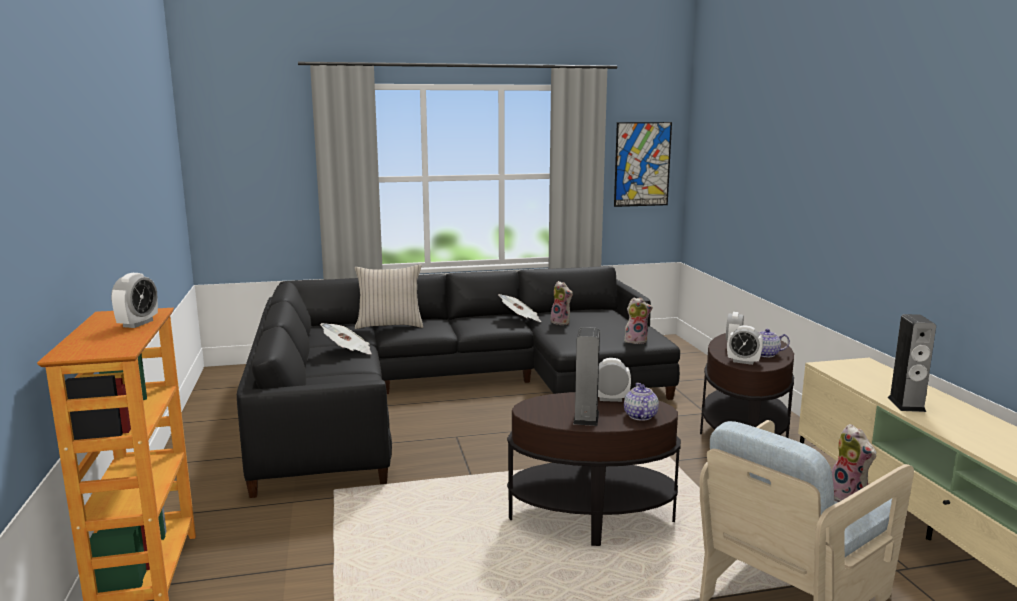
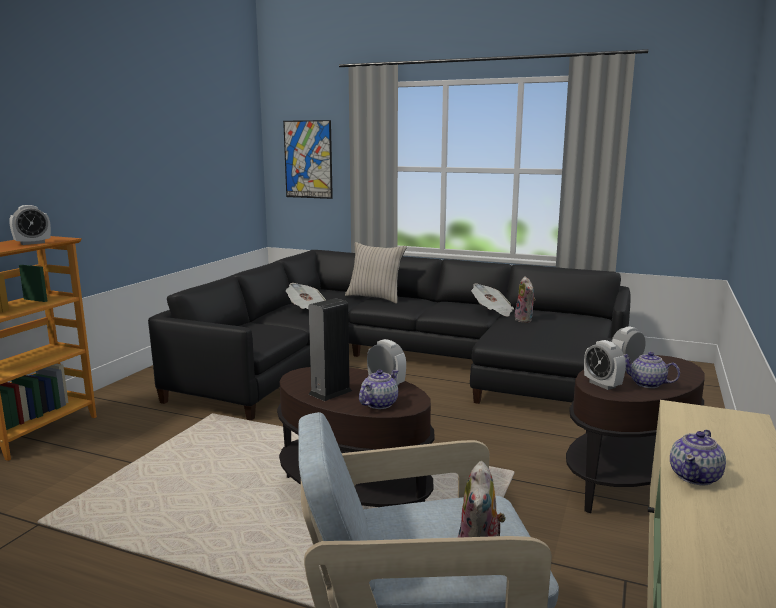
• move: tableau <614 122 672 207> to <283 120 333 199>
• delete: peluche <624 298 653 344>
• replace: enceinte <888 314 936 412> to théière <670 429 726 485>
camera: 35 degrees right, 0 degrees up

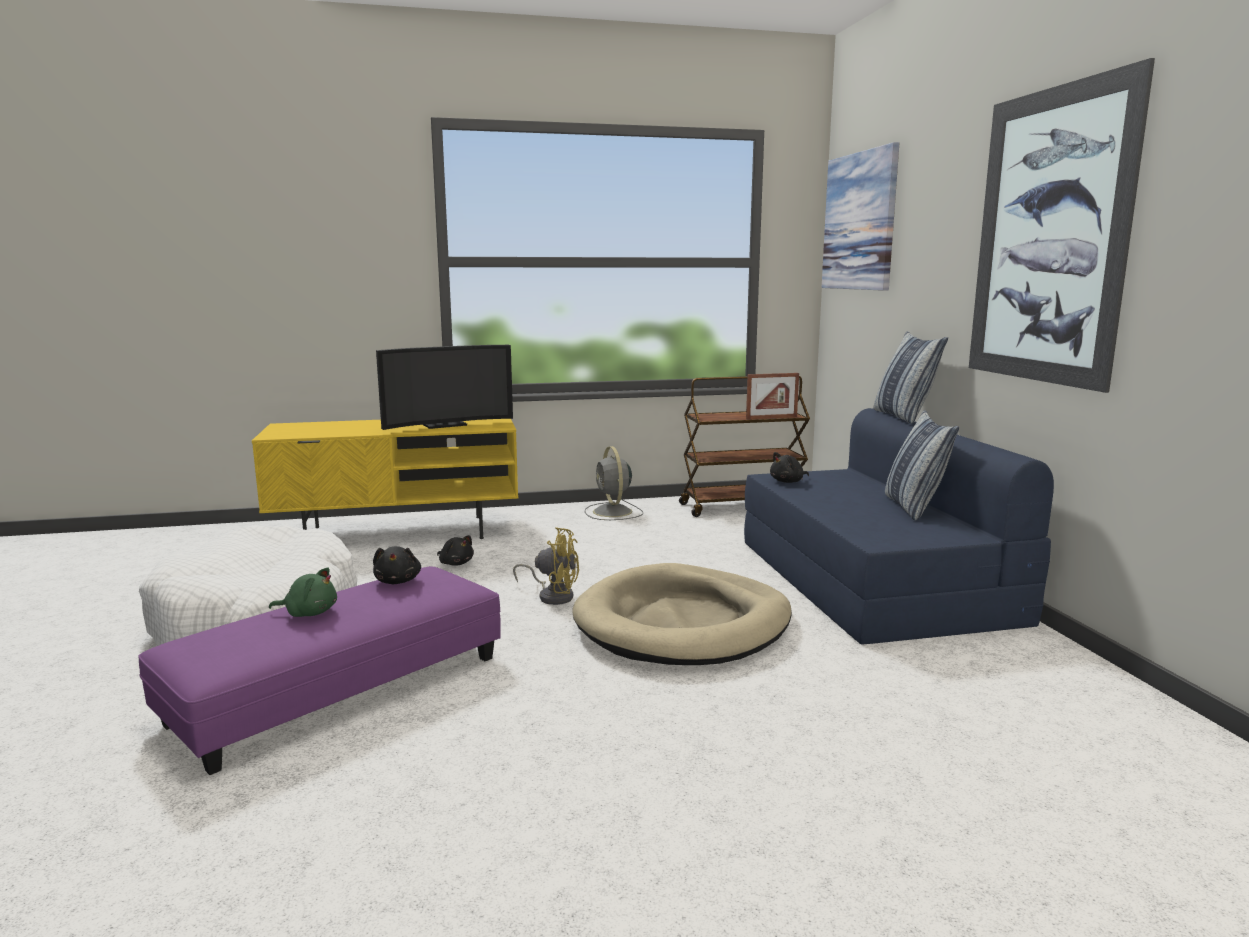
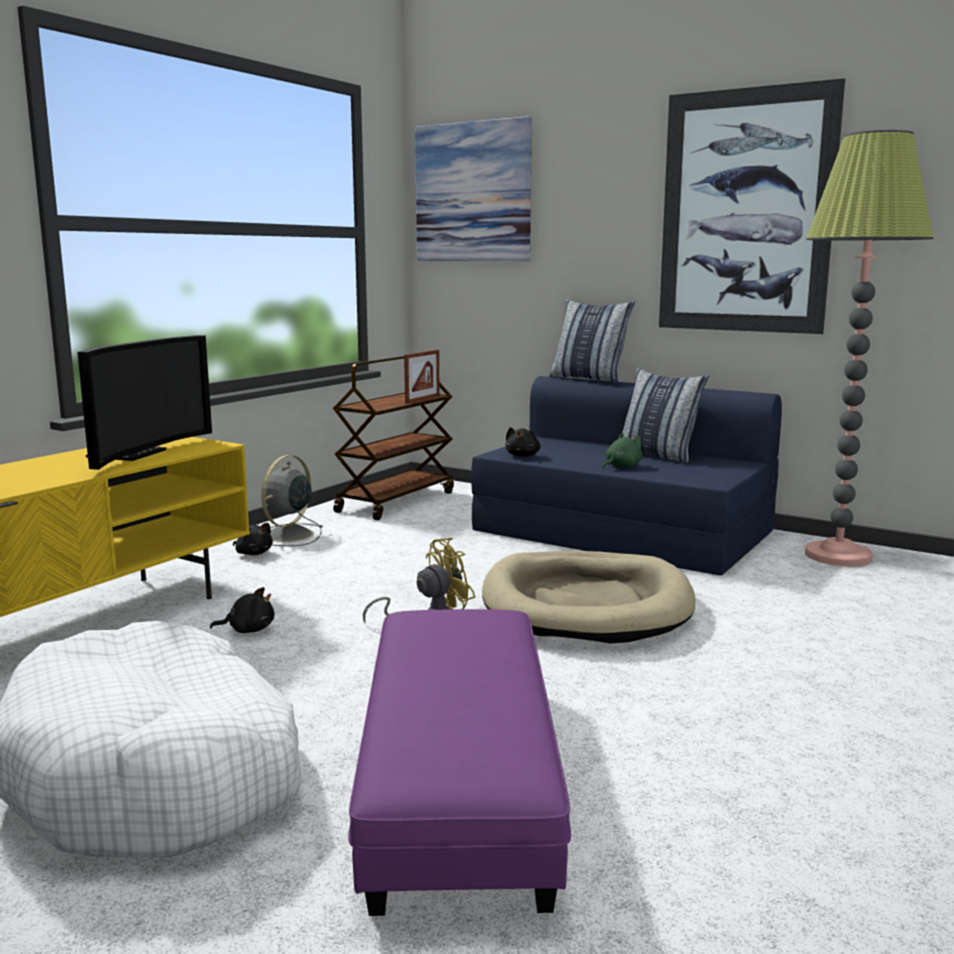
• rotate: ventilateur [gris] <585 446 643 520> = <261 455 323 546> 90 degrees clockwise
• move: peluche [noir] <373 546 421 584> to <233 523 273 555>
• move: peluche [vert] <269 567 337 617> to <602 433 642 468>
• insert: lampadaire <805 130 934 566>
camera: 45 degrees left, 0 degrees up

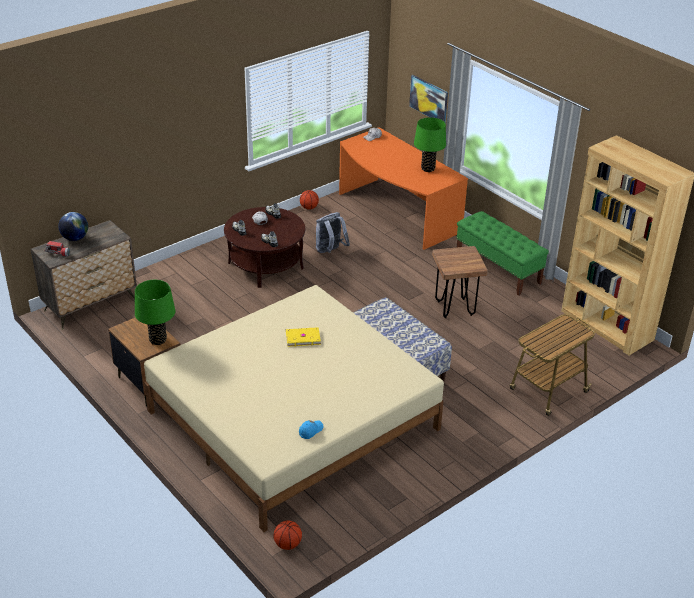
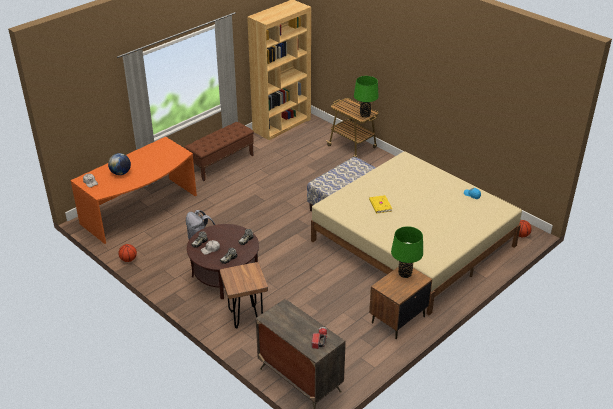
• delete: tableau <409 75 448 123>
• move: lampe de table [vert] <414 117 446 172> to <354 76 379 118>
• recolor: banc [vert] <457 211 549 296> to banc [marron] <184 122 254 181>
• move: globe <58 212 88 241> to <108 153 131 175>
• move: tabouret [marron] <432 246 488 318> to <220 262 268 328>
camera: 95 degrees left, 0 degrees up

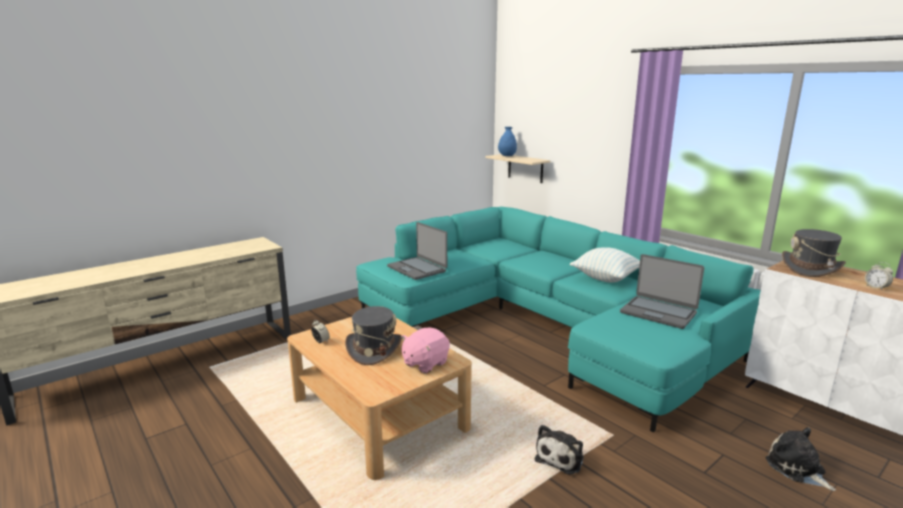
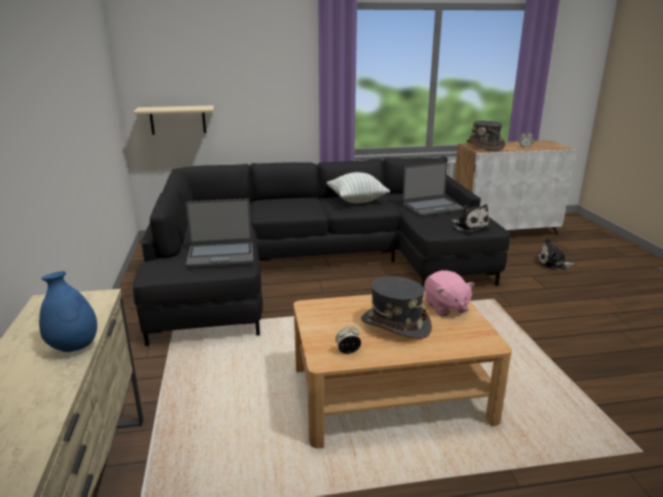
• move: vase [bleu] <498 127 517 156> to <39 271 97 352>
• recolor: canapé [turquoise] <356 207 761 432> to canapé [noir] <133 157 510 346>
• move: peluche <535 425 584 475> to <451 204 489 233>
camera: 60 degrees left, 5 degrees up

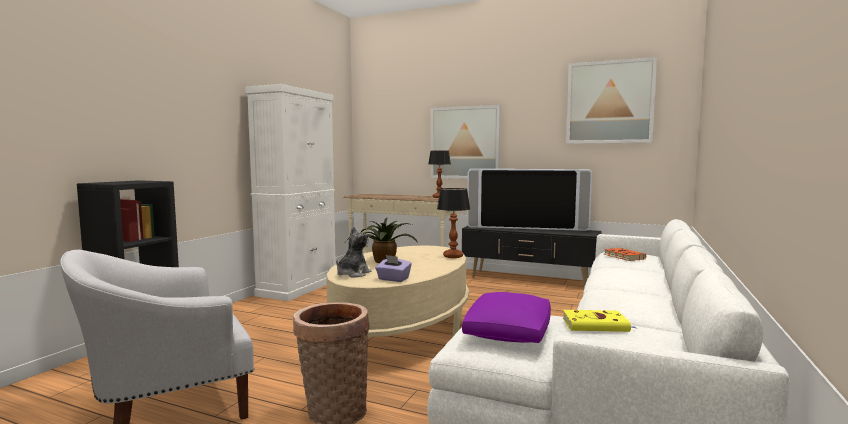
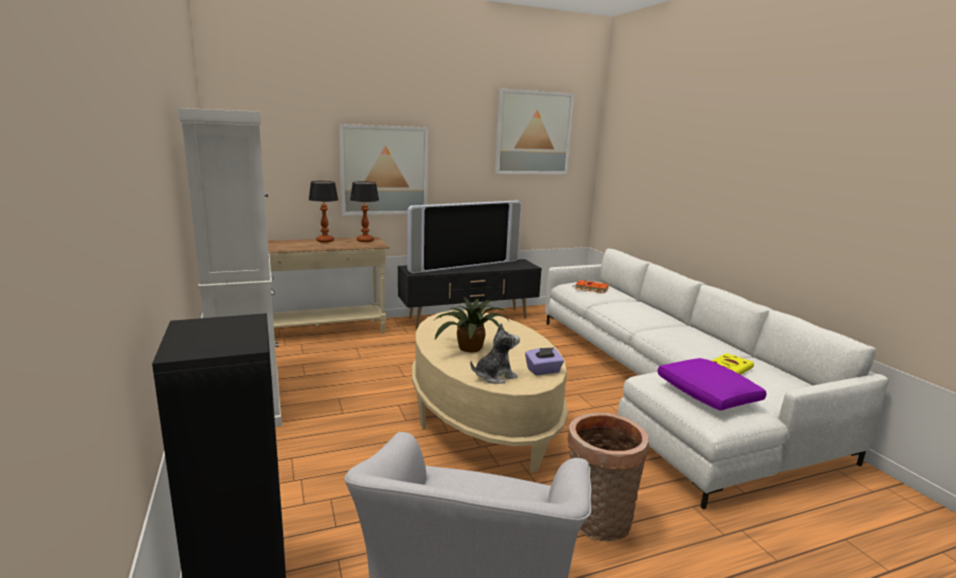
• move: lampe de table <437 188 470 258> to <309 181 339 243>
• rotate: peluche <336 226 372 278> = <470 323 520 384> 75 degrees clockwise
camera: 45 degrees left, 10 degrees up

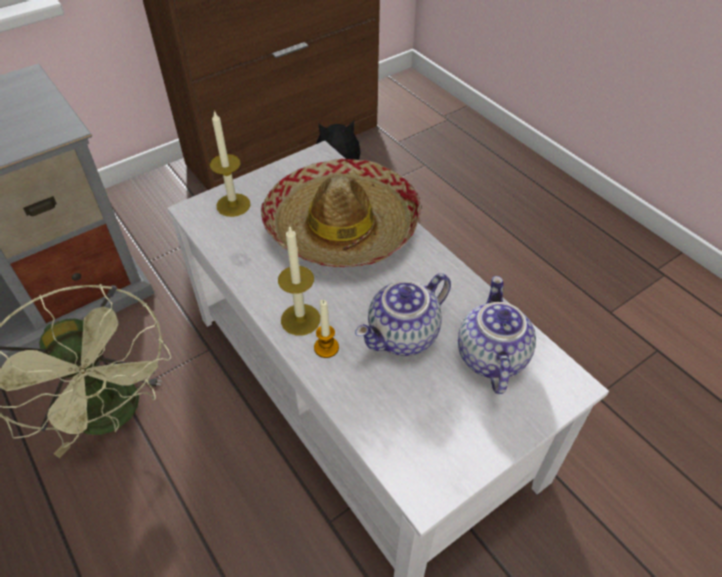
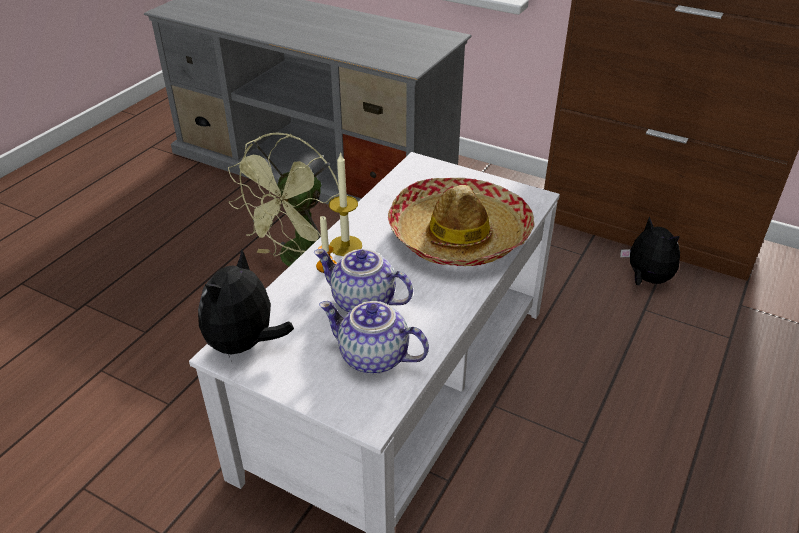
• delete: bougie <210 110 250 217>
• rotate: théière <458 276 536 394> = <319 301 429 374> 135 degrees counterclockwise
• insert: peluche <198 250 294 357>
camera: 65 degrees right, 10 degrees down

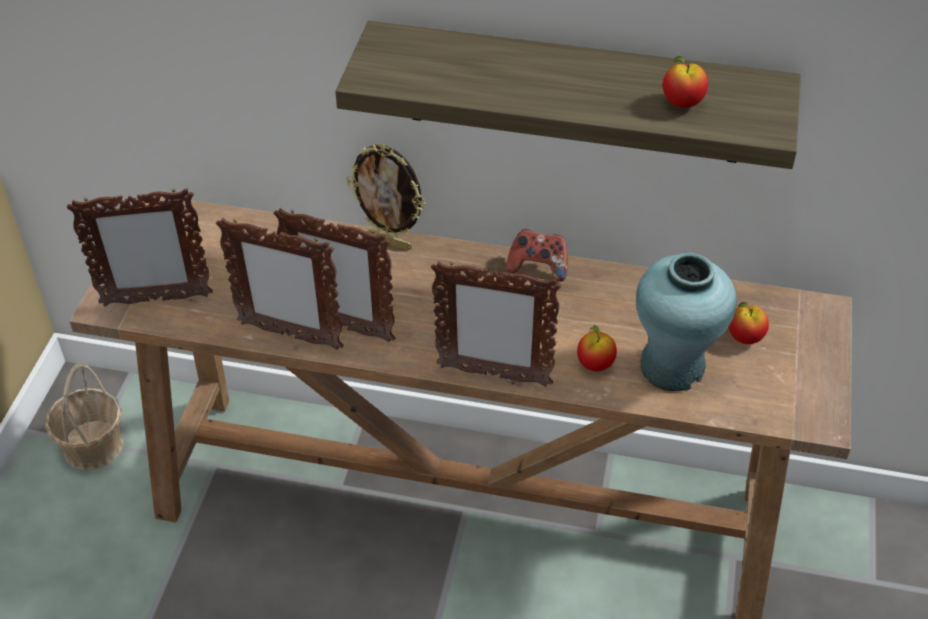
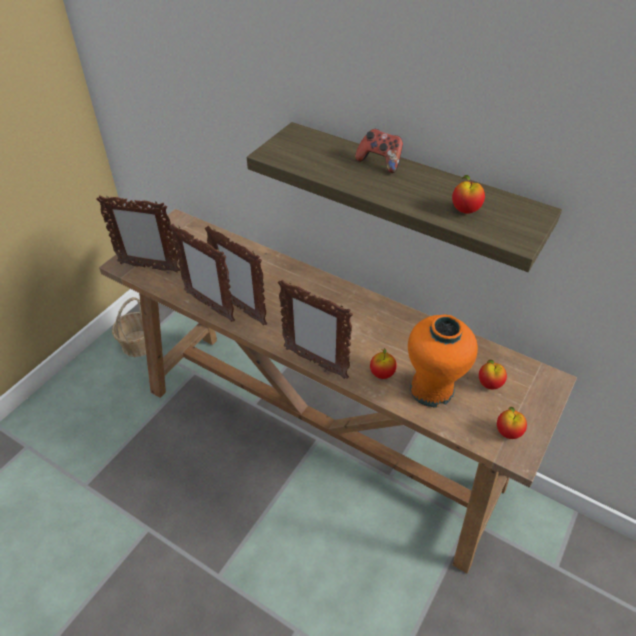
• delete: cadre photo <346 144 425 251>
• move: manette <506 229 568 282> to <355 129 403 173>
• recolor: vase [turquoise] <636 253 737 391> to vase [orange] <408 315 478 408>
• insert: pomme <497 407 527 439>
camera: 20 degrees right, 0 degrees up

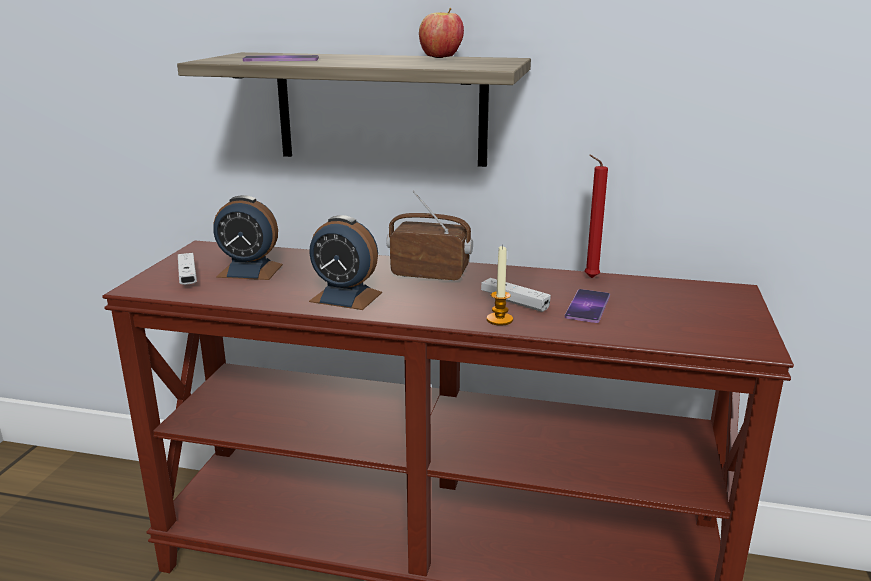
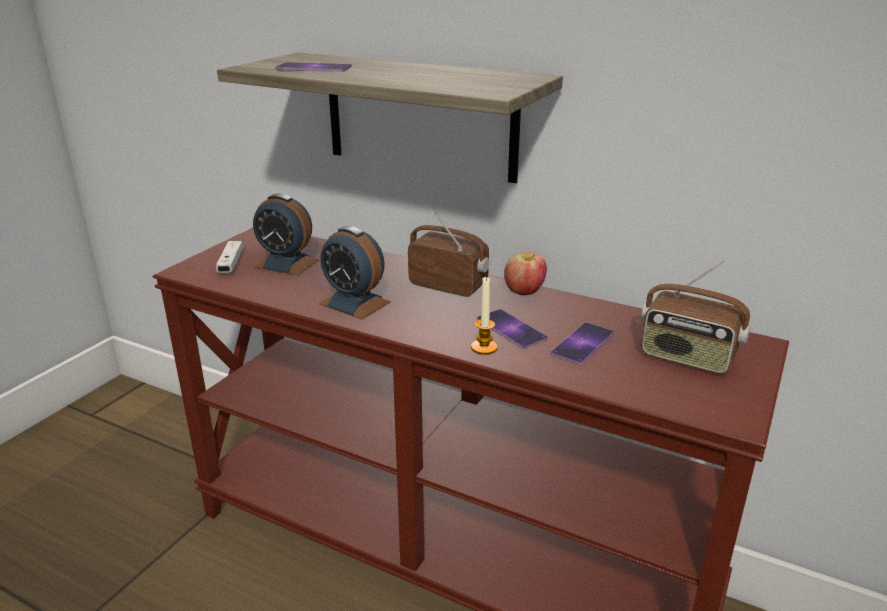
• move: pomme <419 8 464 58> to <504 252 547 295>
• delete: bougie [rouge] <585 155 608 278>
• replace: manette [blanc] <481 278 551 312> to téléphone <477 309 548 349>
• insert: radio <641 260 750 374>
camera: 15 degrees right, 5 degrees up

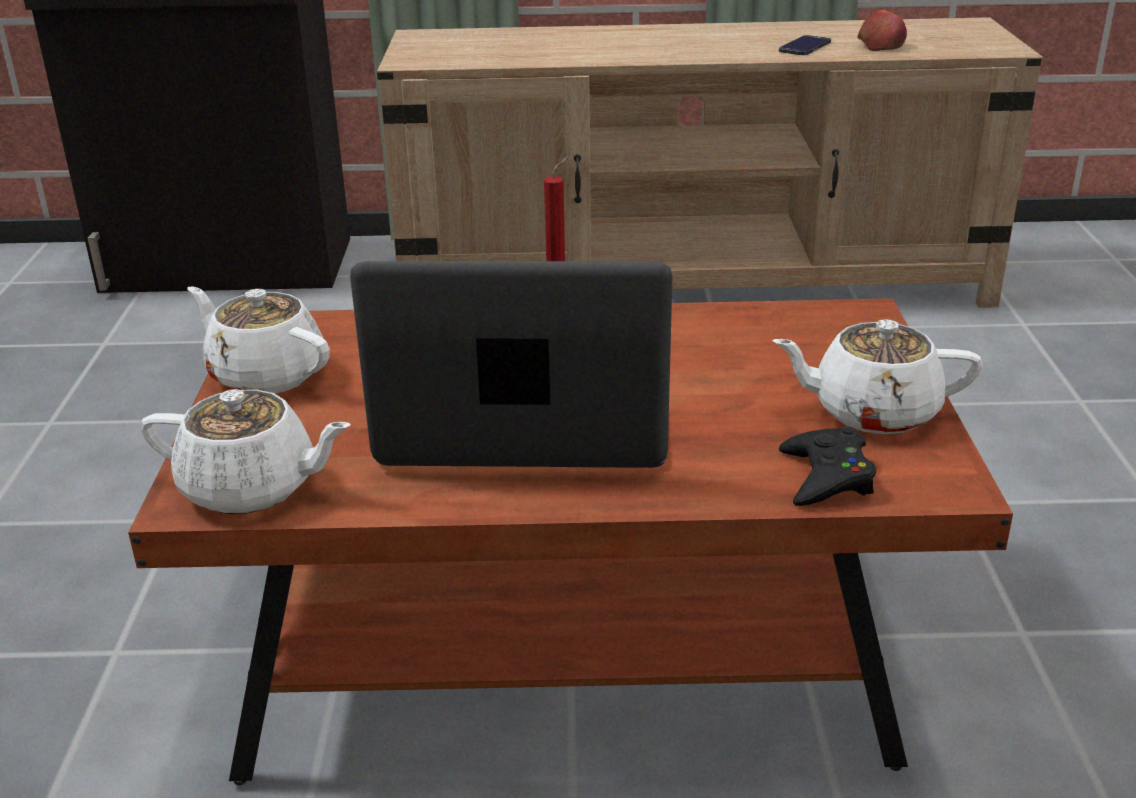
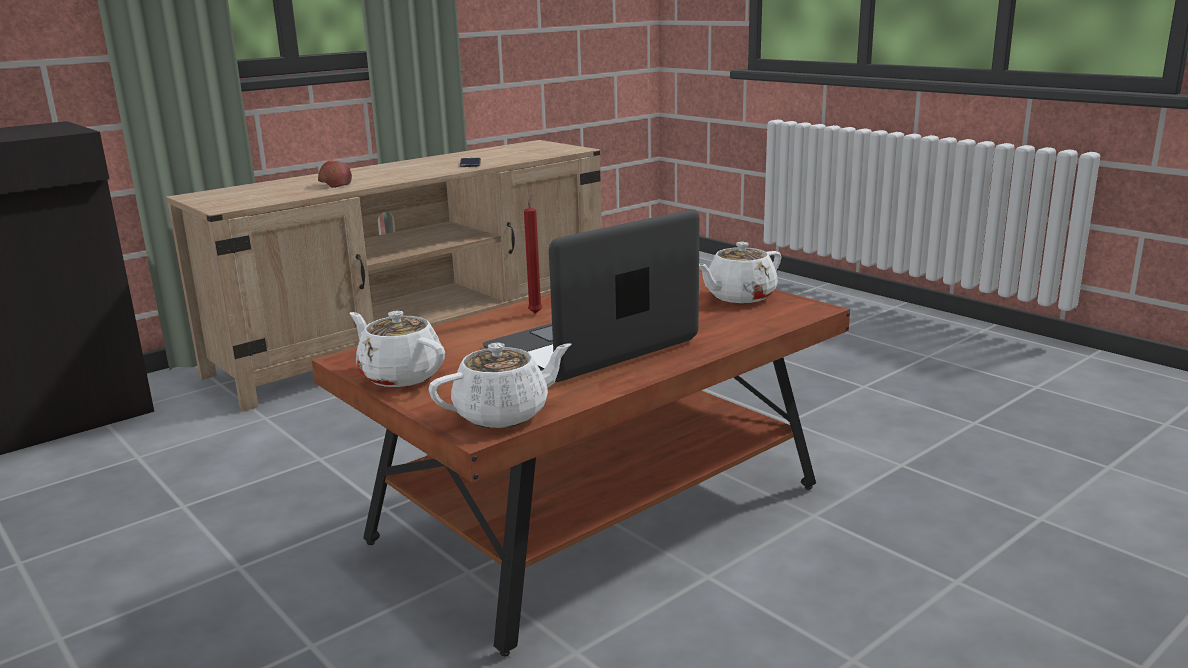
• move: pomme <857 10 907 51> to <318 160 352 188>
• rotate: théière [blanc] <187 286 330 394> = <350 311 445 387> 45 degrees clockwise
• delete: manette [noir] <779 426 876 506>
camera: 40 degrees left, 10 degrees down

